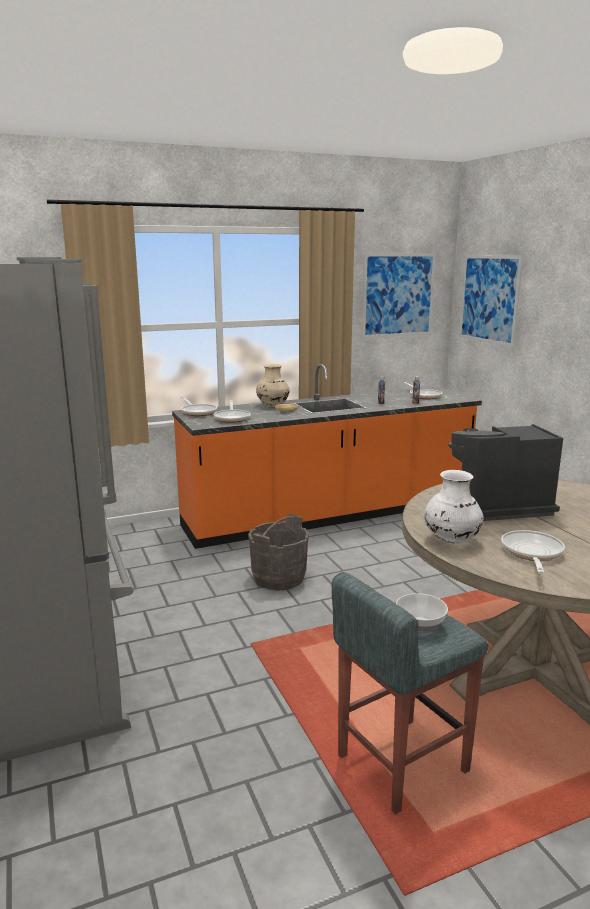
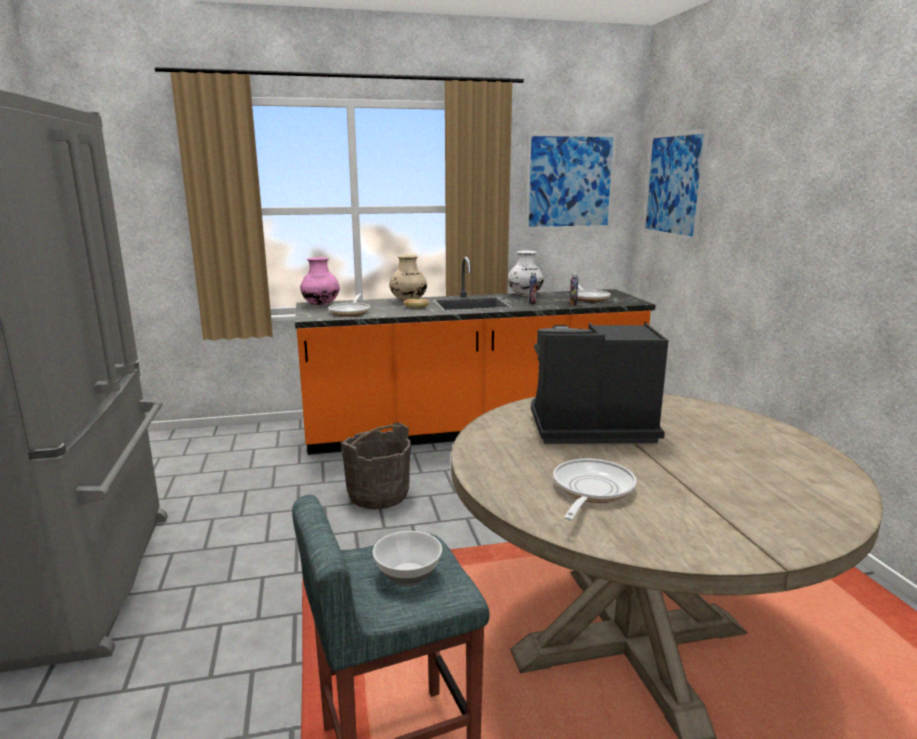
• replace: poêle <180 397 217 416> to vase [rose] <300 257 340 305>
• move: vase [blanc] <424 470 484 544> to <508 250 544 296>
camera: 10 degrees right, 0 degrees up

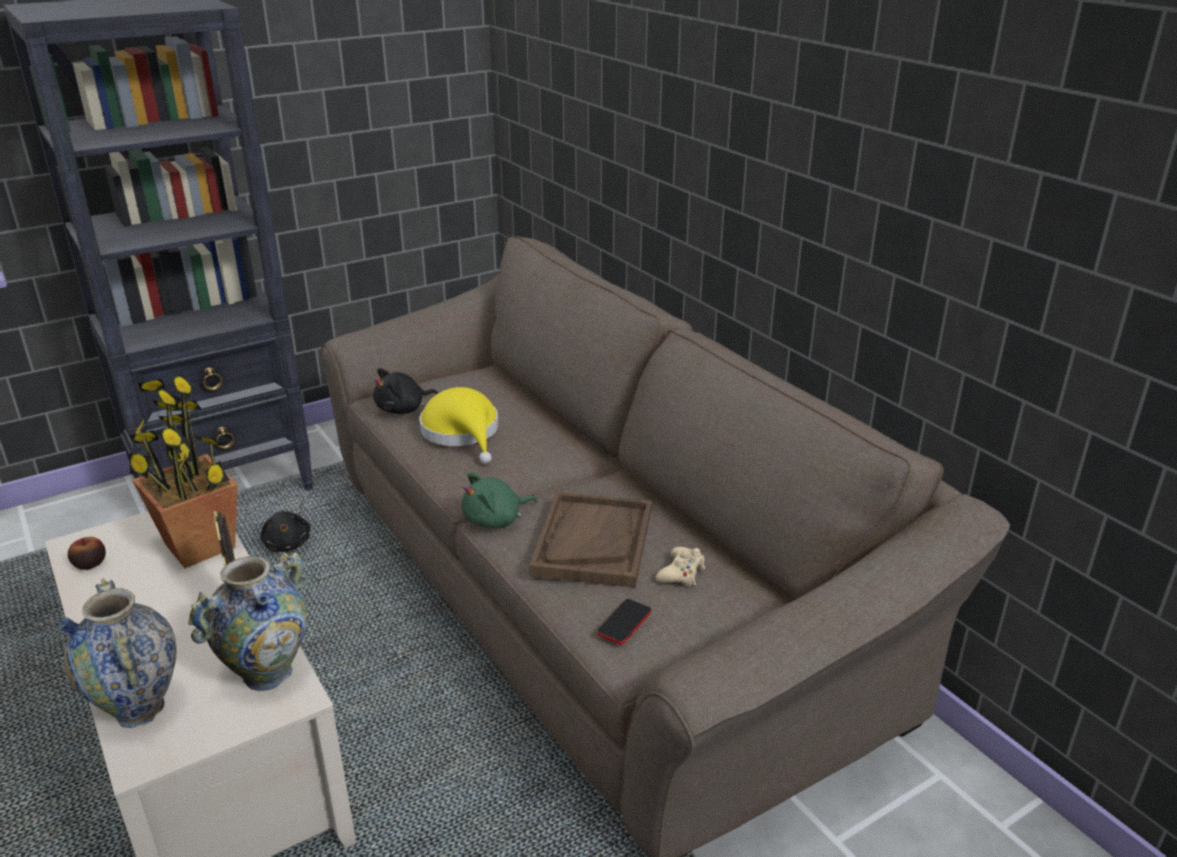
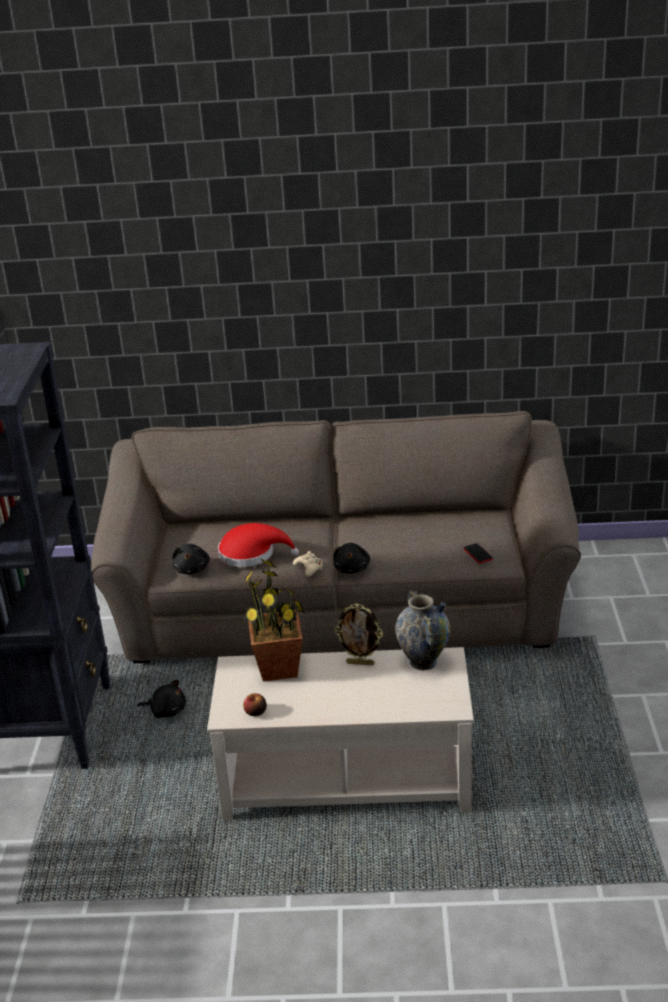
• recolor: chapeau [jaune] <419 387 498 464> to chapeau [rouge] <218 523 299 567>
• recolor: peluche [vert] <461 472 537 528> to peluche [noir] <333 543 370 574>
• delete: plateau [marron] <529 491 652 588>
• move: manette [beige] <656 547 705 587> to <293 551 323 576>
• delete: vase <59 578 177 728>
camera: 55 degrees left, 0 degrees up

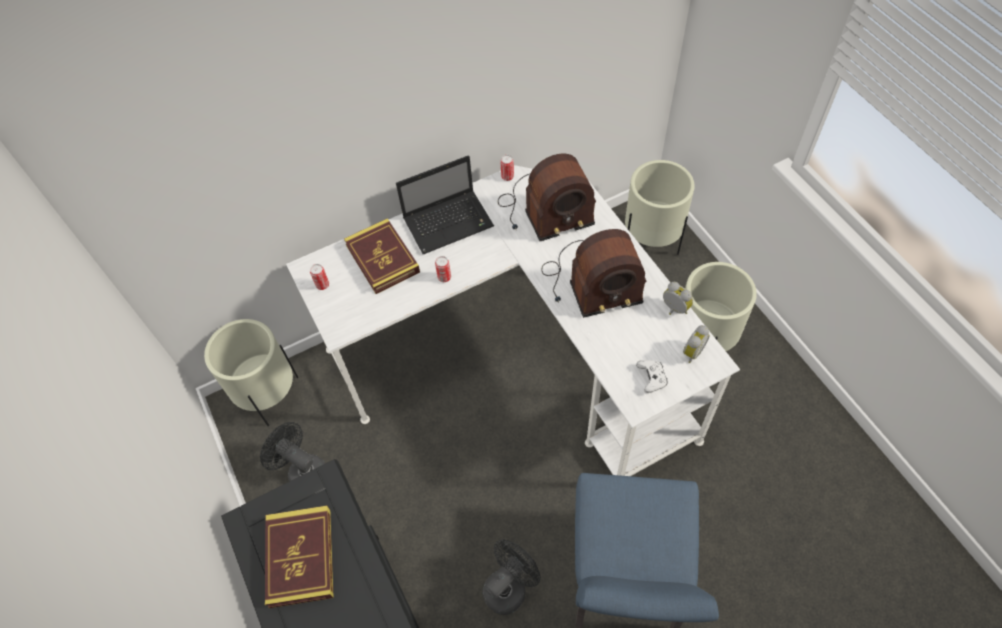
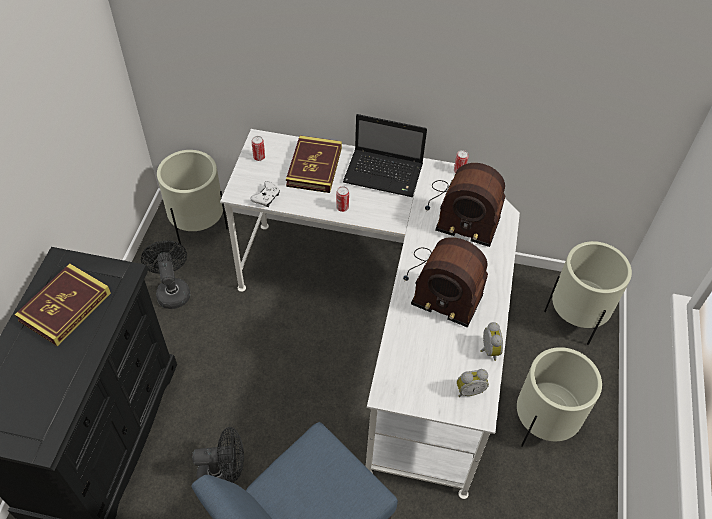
• move: manette [blanc] <636 360 667 393> to <251 181 280 207>
camera: 35 degrees right, 5 degrees down

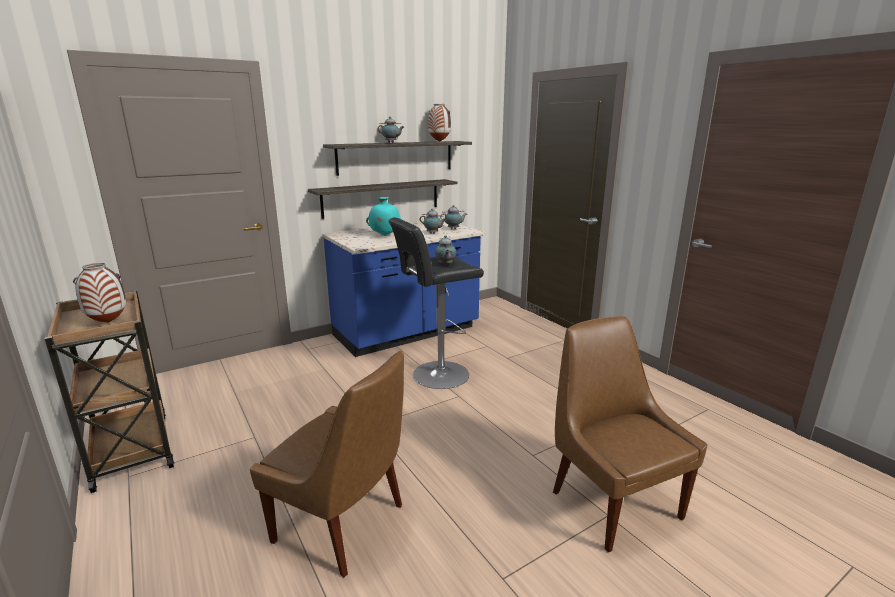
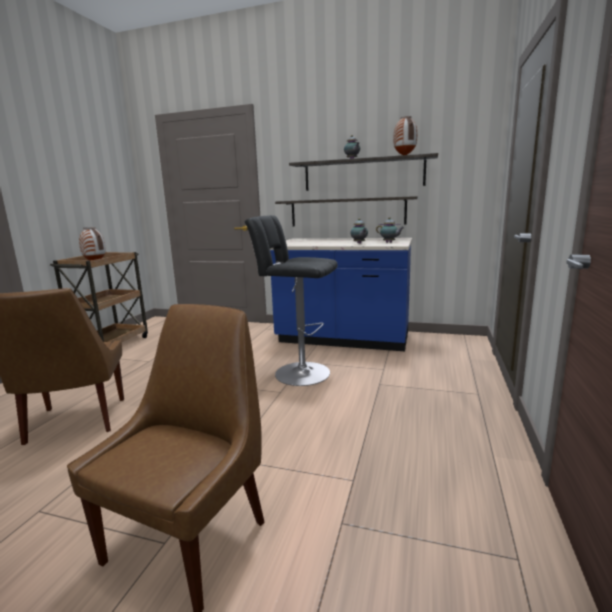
• delete: vase [turquoise] <366 197 402 236>
• delete: théière <435 235 456 265>
camera: 50 degrees right, 5 degrees down

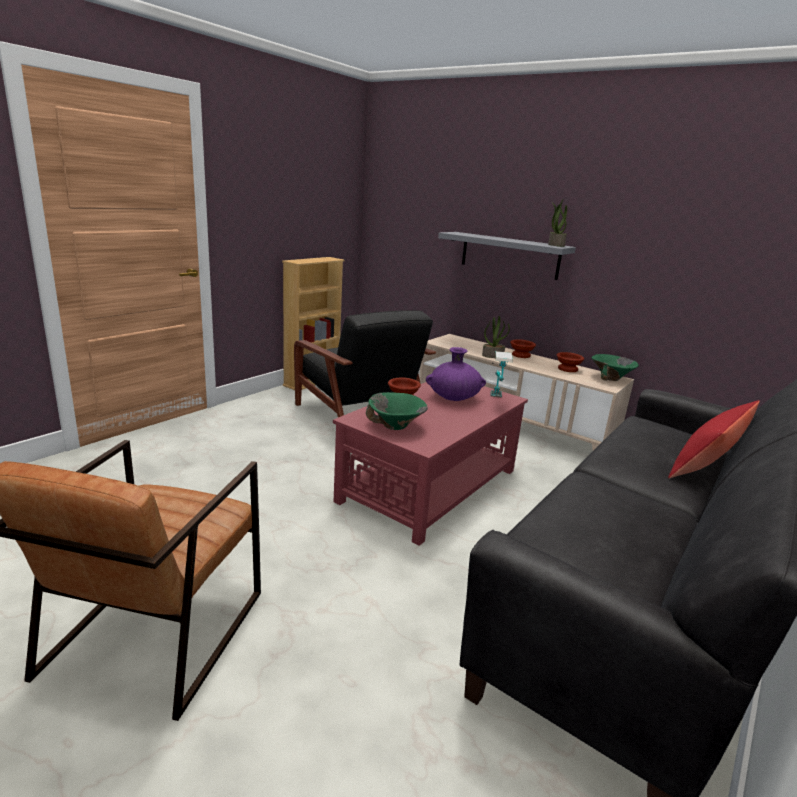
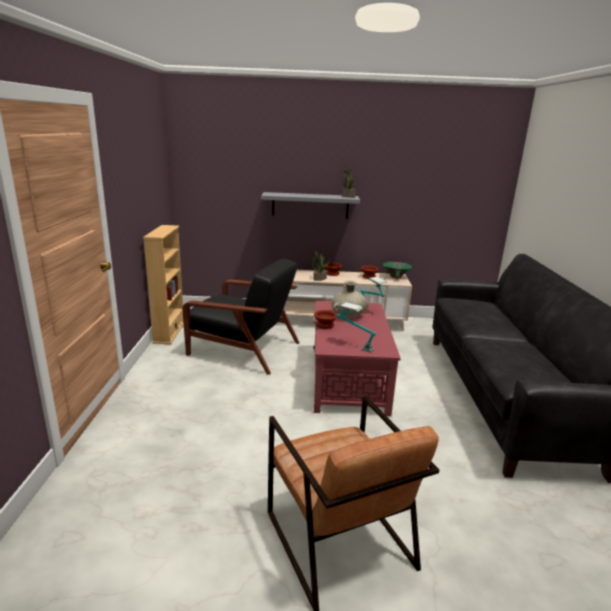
• recolor: vase [violet] <426 347 486 401> to vase [beige] <332 281 367 318>
• replace: bol [vert] <366 392 428 430> to lampe de table <336 302 376 352>
• delete: coussin [rouge] <668 400 760 478>
camera: 35 degrees left, 0 degrees up

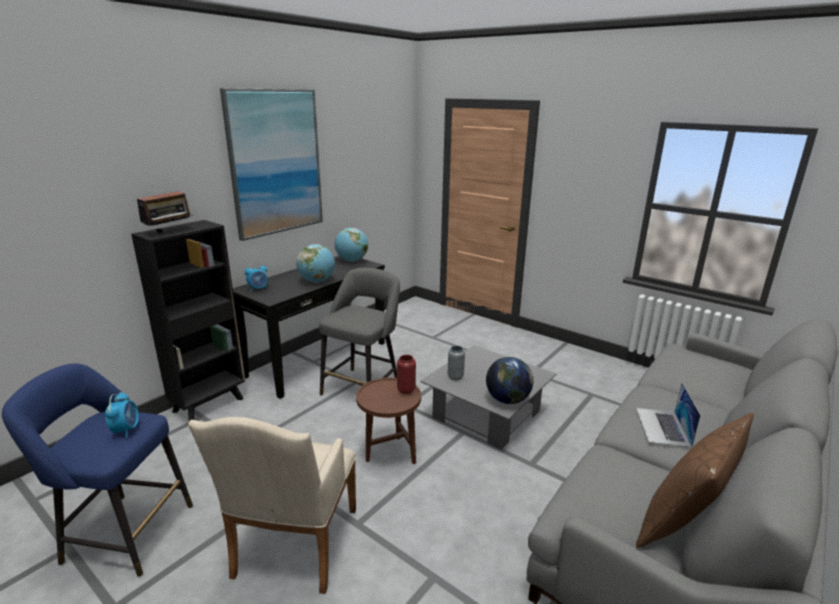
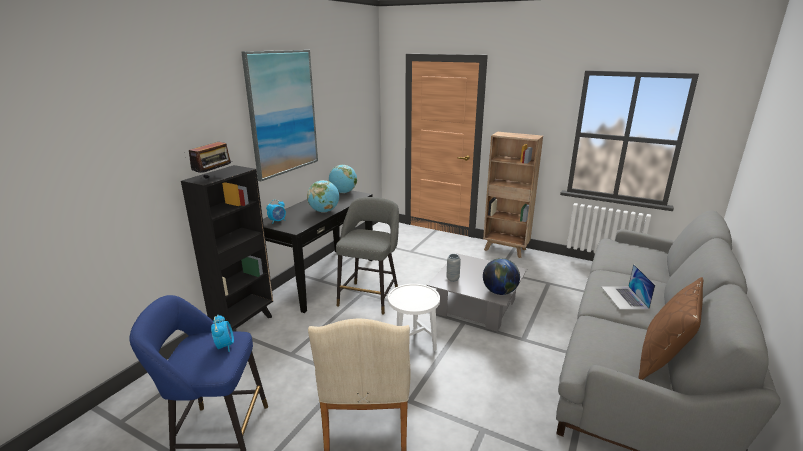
• delete: vase [rouge] <397 355 416 394>
• recolor: table d'appoint [marron] <356 378 421 464> to table d'appoint [blanc] <388 284 440 351>
• insert: bibliothèque [marron] <483 132 543 258>
camera: 10 degrees left, 0 degrees up

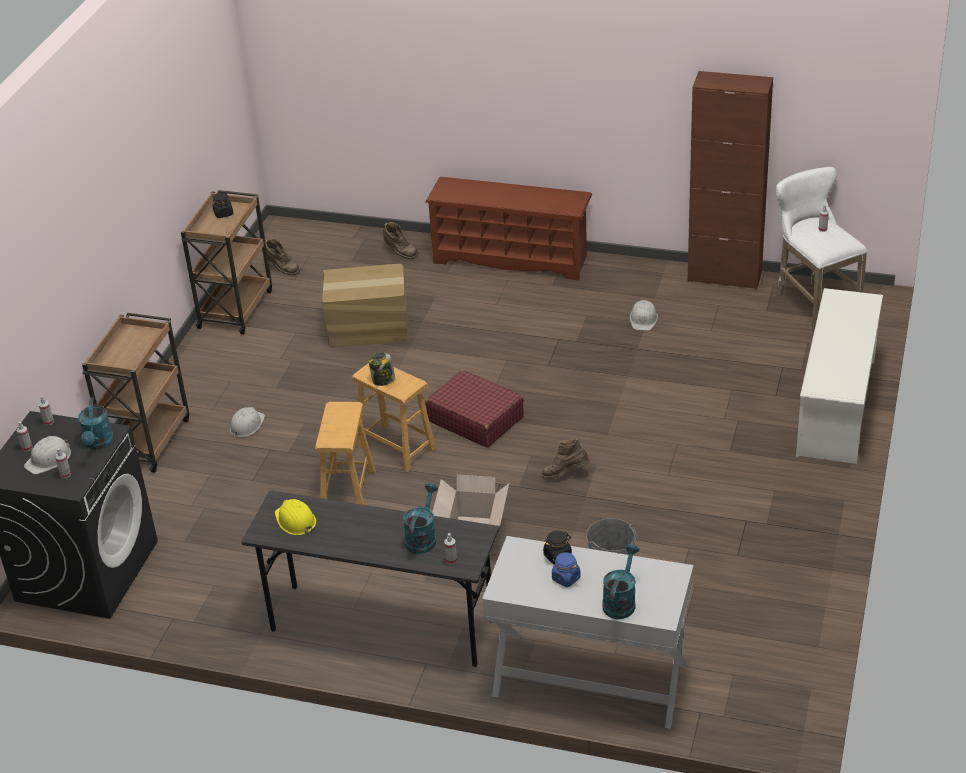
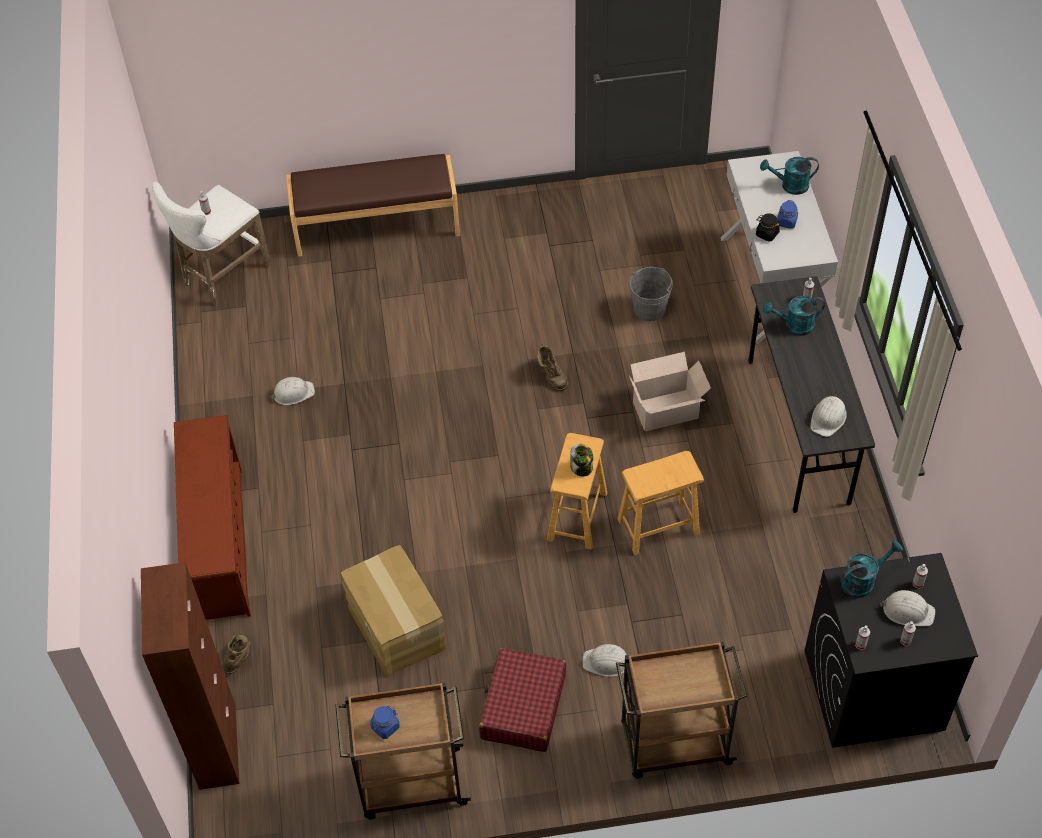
• move: meuble de rangement [marron] <688 71 773 290> to <141 562 240 790>
• recolor: bocal [noir] <213 193 233 218> to bocal [bleu] <370 705 400 739>
• delete: botte [marron] <265 238 301 275>
• replace: étagère à chaussures [blanc] <796 288 883 464> to banc [marron] <286 154 460 257>
• move: valise [rouge] <426 370 524 447> to <479 648 566 752>
• recolor: casque de chantier [jaune] <275 499 316 535> to casque de chantier [blanc] <810 396 847 437>
camera: 115 degrees left, 15 degrees up

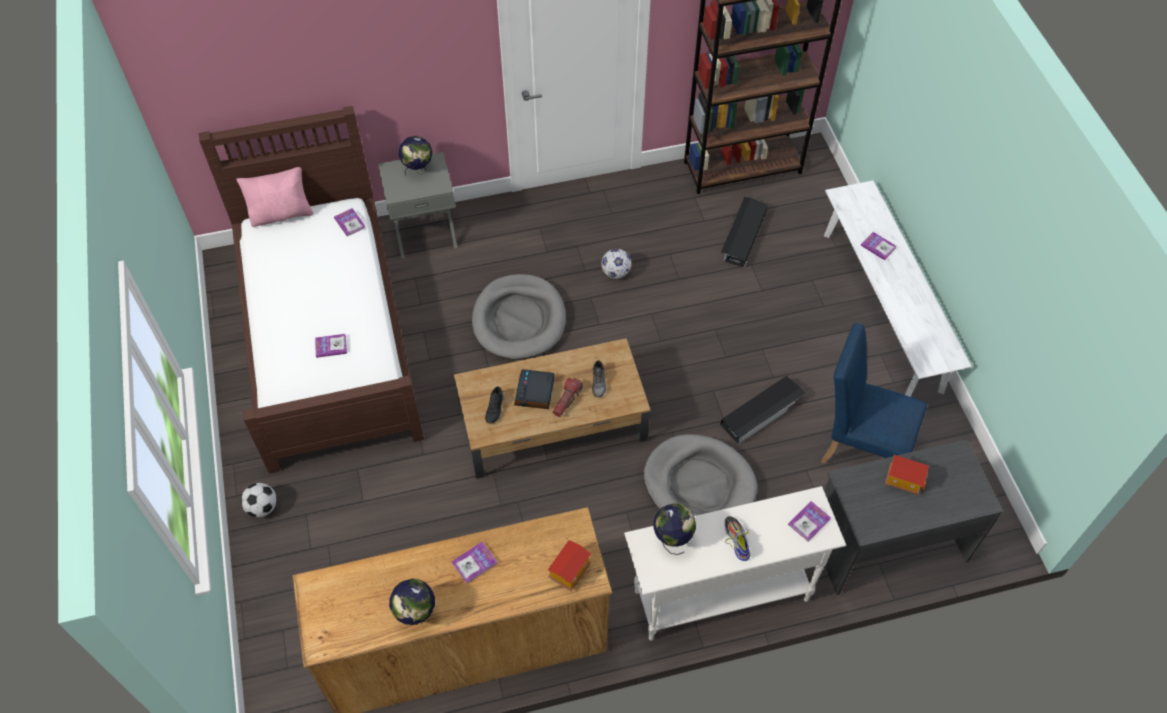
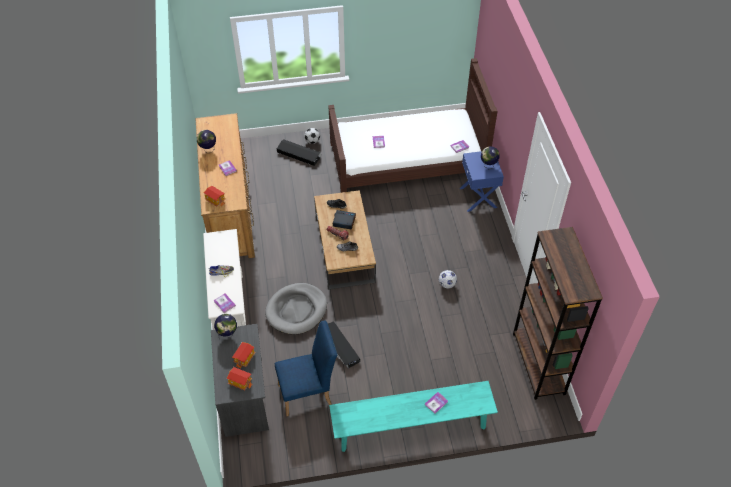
• recolor: table de chevet [gris] <378 152 457 259> to table de chevet [bleu] <460 151 504 212>
• delete: coussin [rose] <236 167 313 227>
• recolor: banc [blanc] <824 180 972 397> to banc [turquoise] <329 381 498 452>
• move: boîte de rangement [noir] <721 197 768 267> to <277 139 321 166>
• delete: panier pour chien [gris] <472 274 566 360>
• rotate: chaise [bleu] <821 323 927 463> = <275 321 338 416> 45 degrees clockwise
• move: globe <654 504 696 555> to <214 314 237 339>
• insert: maison miniature <227 367 252 391>
camera: 95 degrees right, 5 degrees down

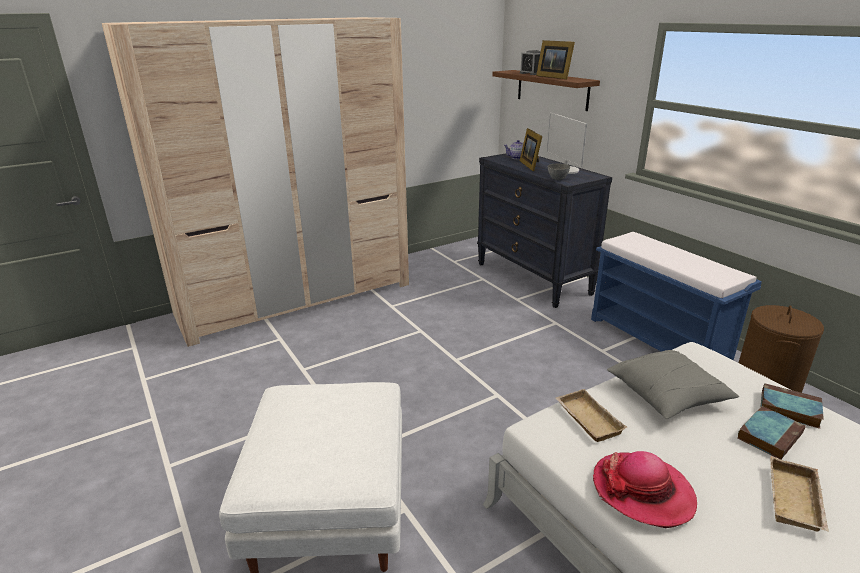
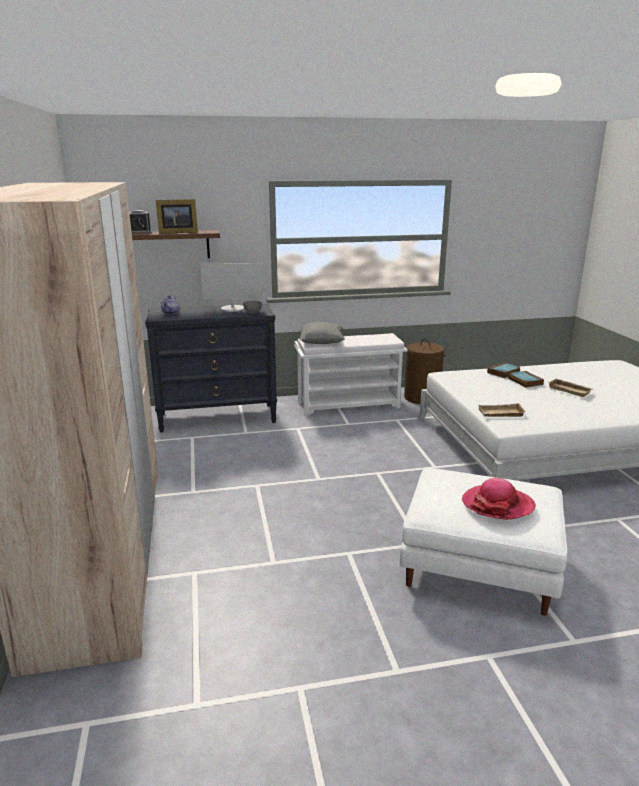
• delete: cadre photo <520 128 543 171>
• recolor: banc [bleu] <591 232 762 361> to banc [blanc] <294 333 408 416>
• move: coussin [gris] <607 350 739 419> to <300 322 345 344>
• move: chapeau <593 451 697 528> to <462 478 536 520>
camera: 70 degrees left, 5 degrees down

